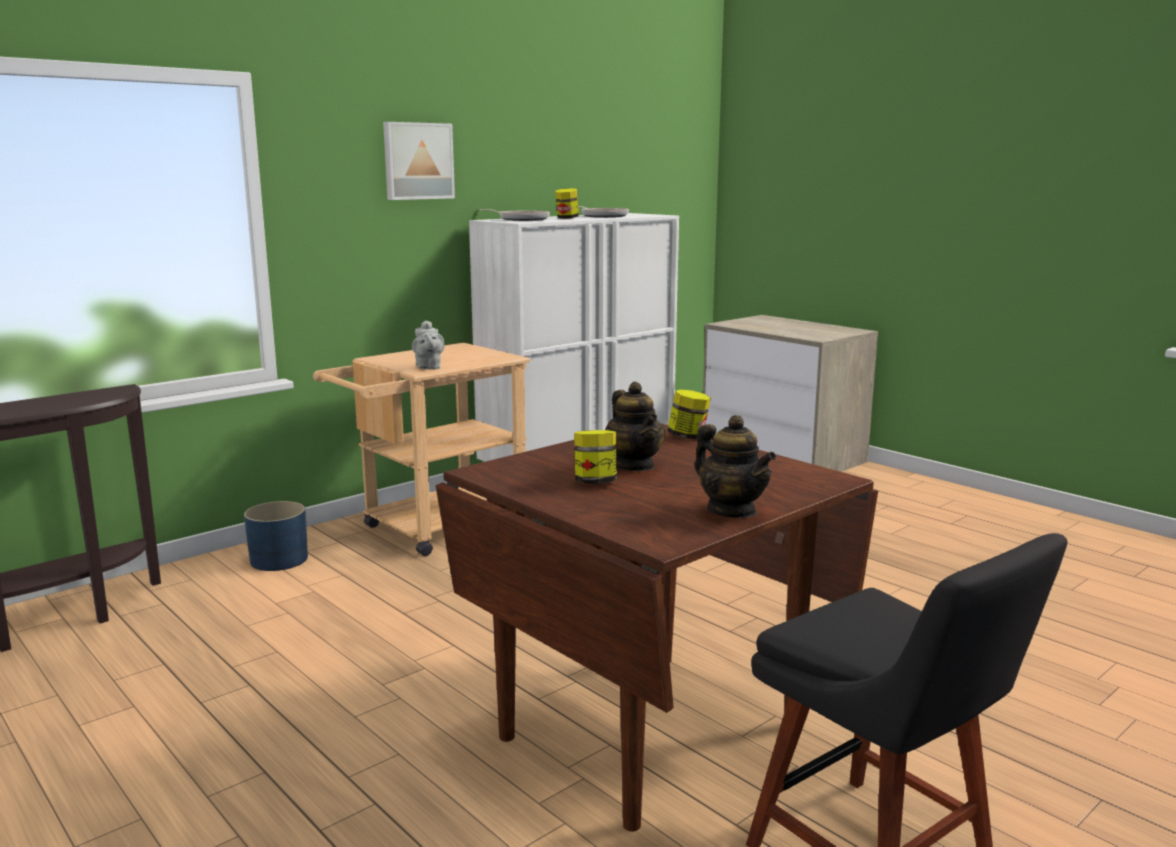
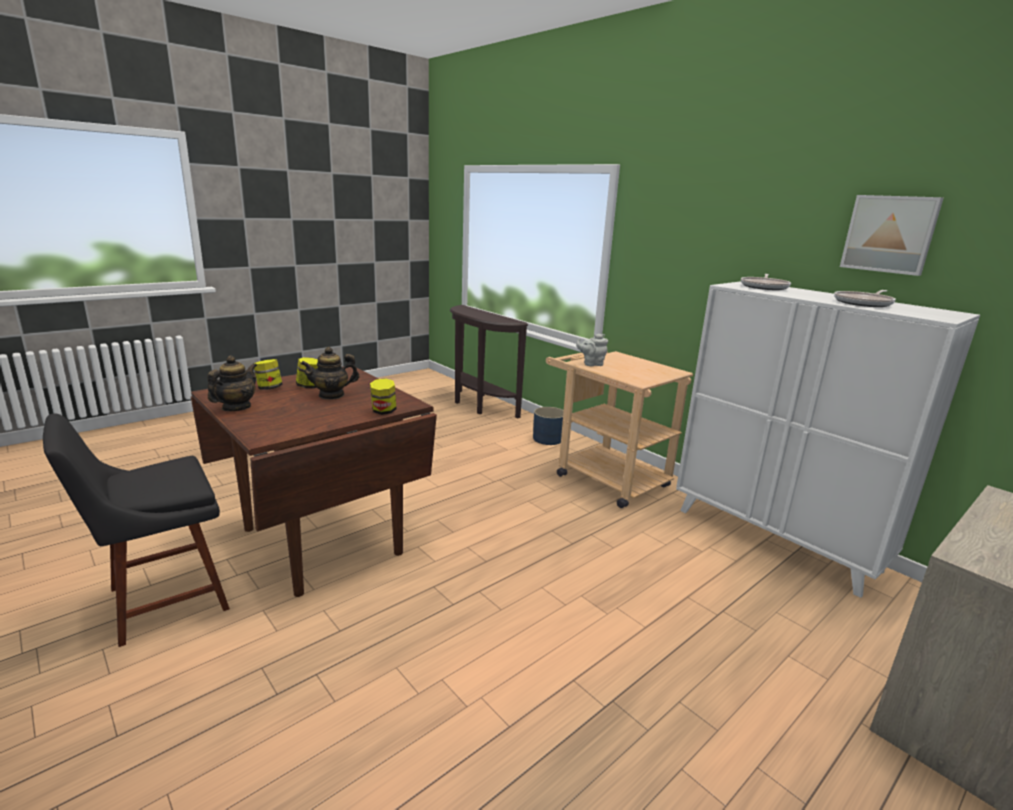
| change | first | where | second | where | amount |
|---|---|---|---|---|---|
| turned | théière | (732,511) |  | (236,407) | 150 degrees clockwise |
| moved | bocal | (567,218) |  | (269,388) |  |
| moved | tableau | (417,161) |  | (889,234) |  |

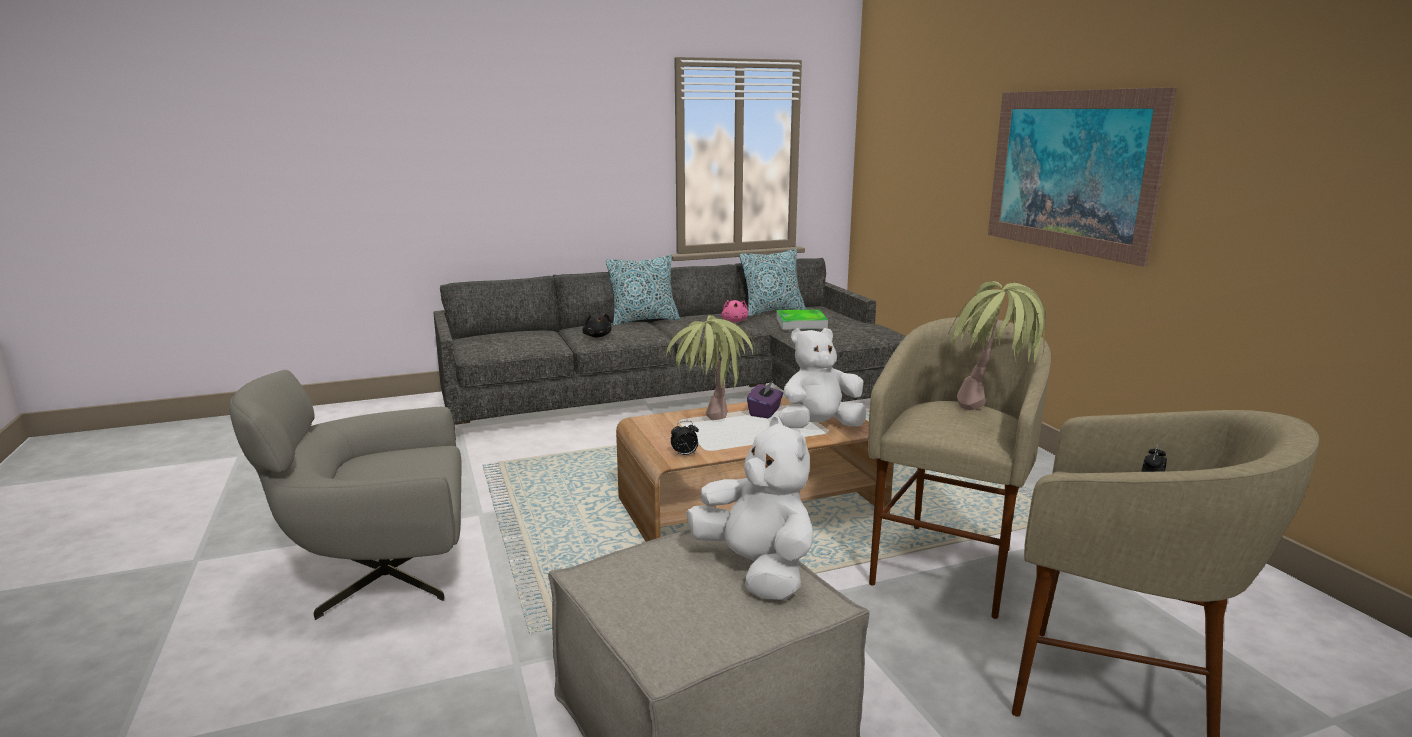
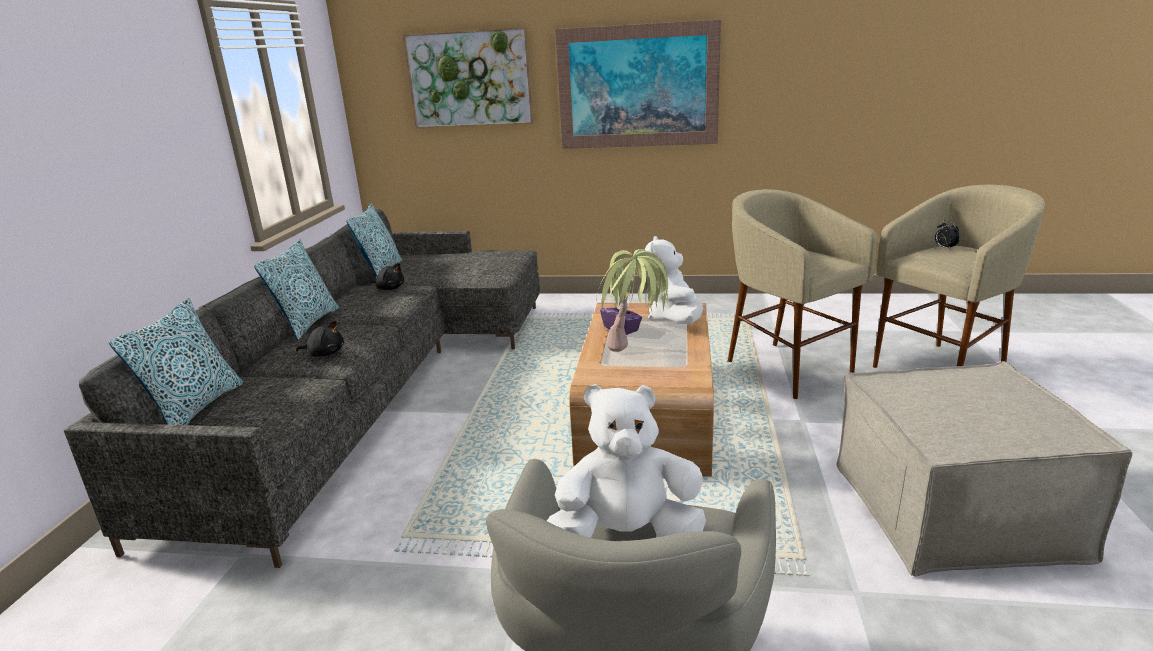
| change | first | where | second | where | amount |
|---|---|---|---|---|---|
| added |  |  | coussin | (196,408) |  |
| recoloured | peluche (rose) | (735,321) | peluche (noir) | (389,288) |  |
| added |  |  | tableau | (469,79) |  |
| moved | peluche (blanc) | (756,570) |  | (627,536) |  |
| removed | réveil | (685,455) |  |  |  |
| removed | plateau | (801,323) |  |  |  |
| removed | plante en pot | (989,418) |  |  |  |

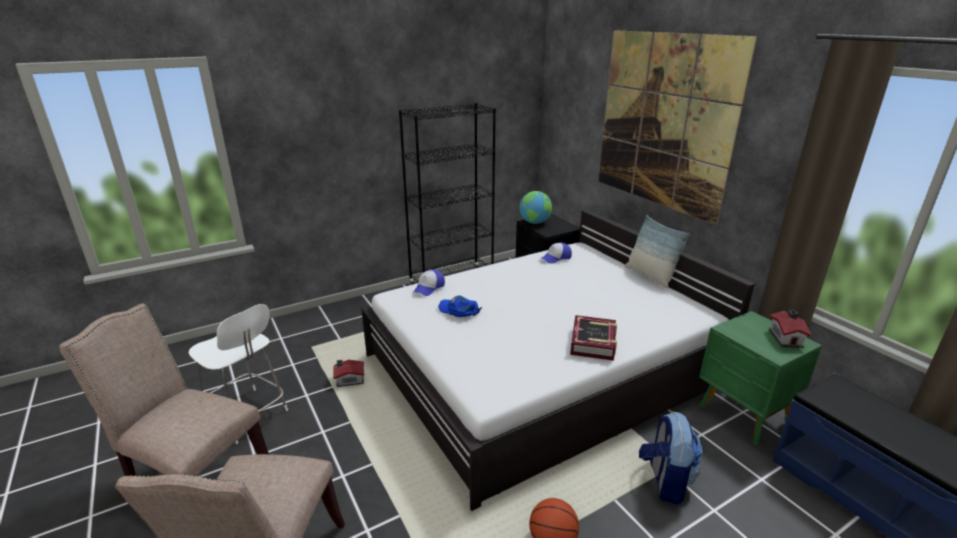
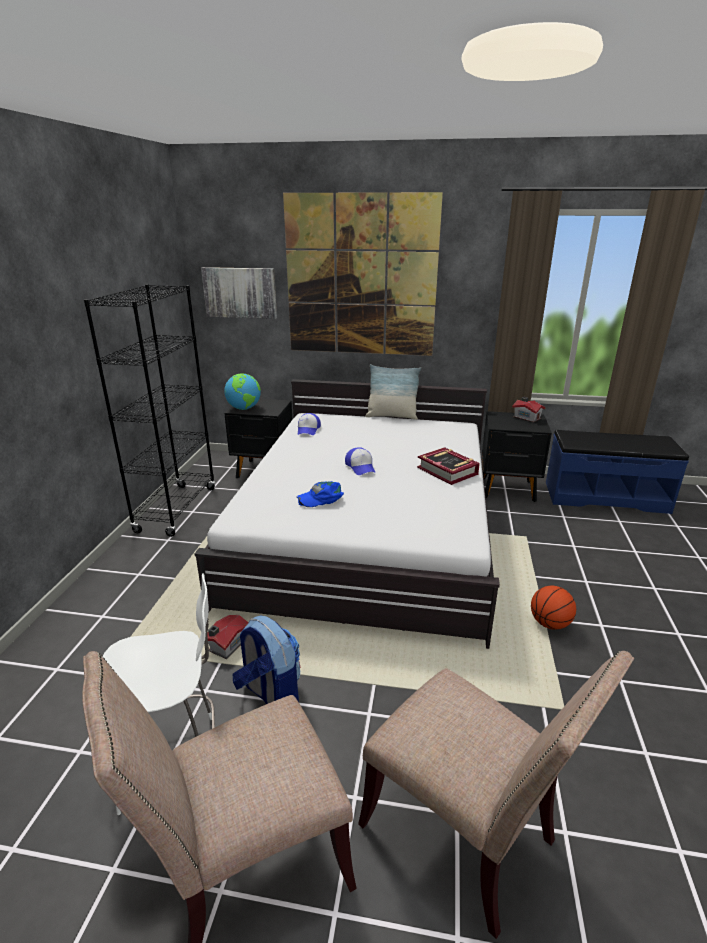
| change | first | where | second | where | amount |
|---|---|---|---|---|---|
| added |  |  | tableau | (240,292) |  |
| moved | sac à dos | (665,481) |  | (270,694) |  |
| moved | casquette | (429,287) |  | (360,467) |  |
| recoloured | table de chevet (vert) | (744,416) | table de chevet (noir) | (508,490) |  |

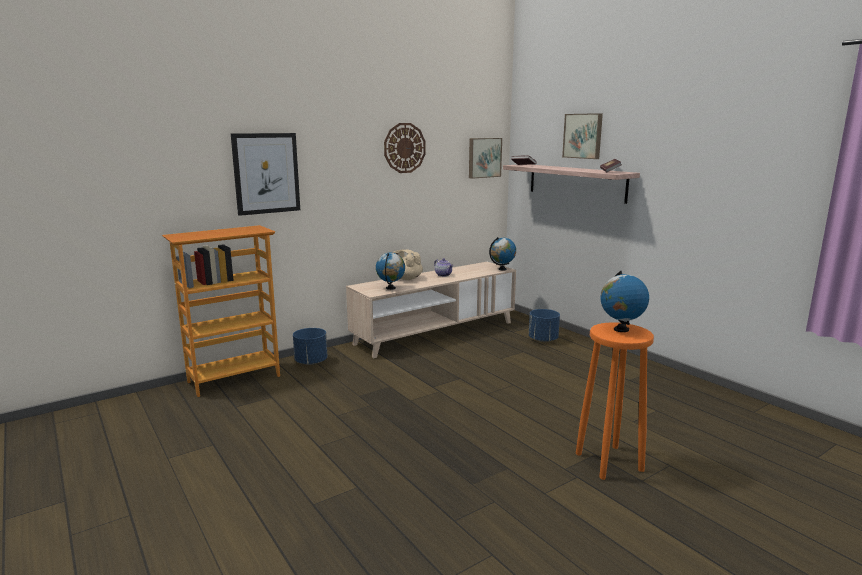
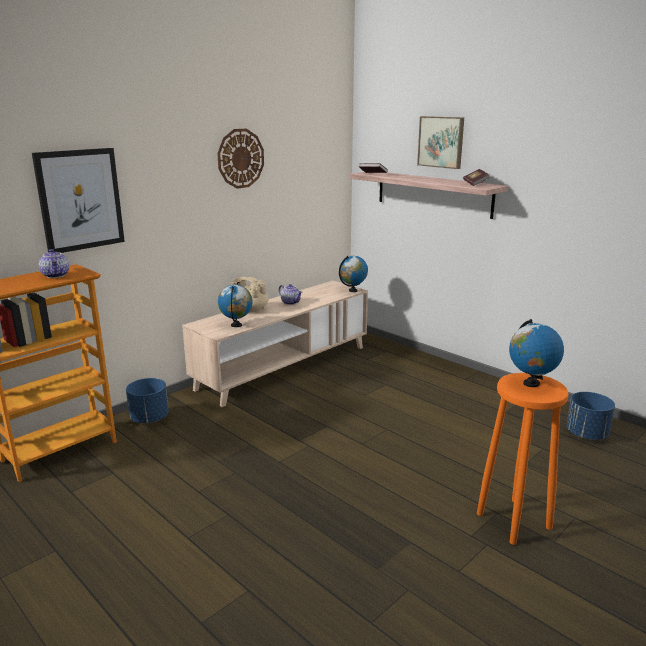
| change | first | where | second | where | amount |
|---|---|---|---|---|---|
| added |  |  | théière | (56,275) |  |
| moved | cache-pot (bleu) | (543,340) |  | (586,434) |  |
| removed | tableau | (484,157) |  |  |  |

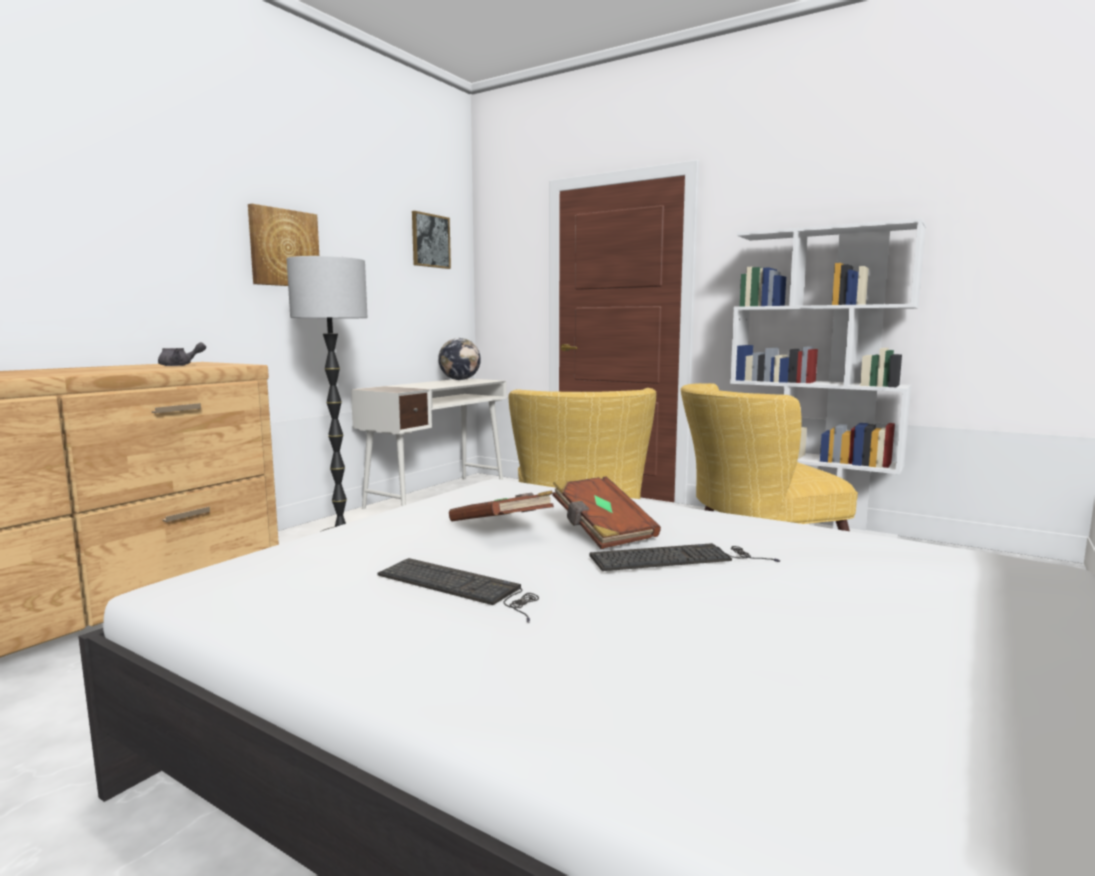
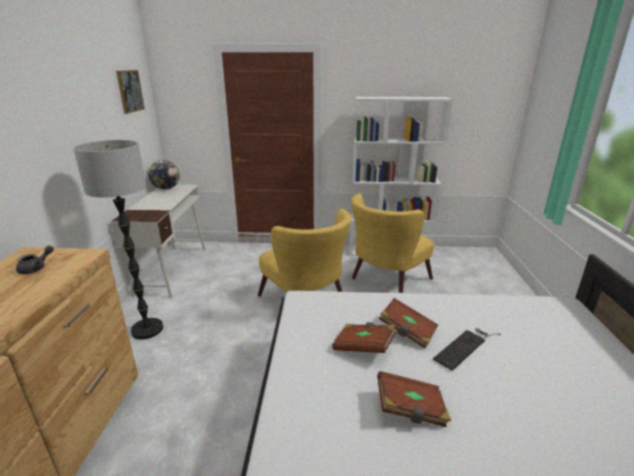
| change | first | where | second | where | amount |
|---|---|---|---|---|---|
| replaced | clavier | (460,587) | livre (marron) | (410,410) |  |
| removed | tableau | (284,248) |  |  |  |

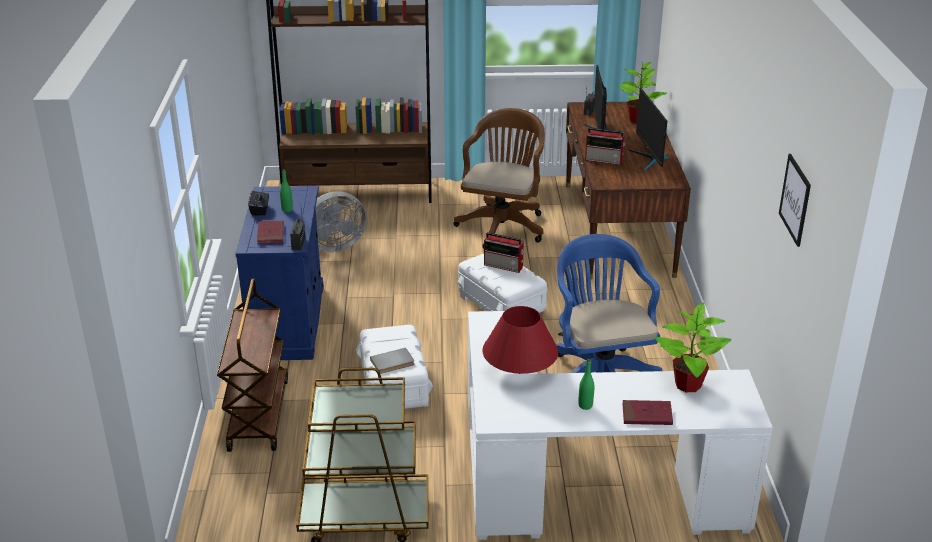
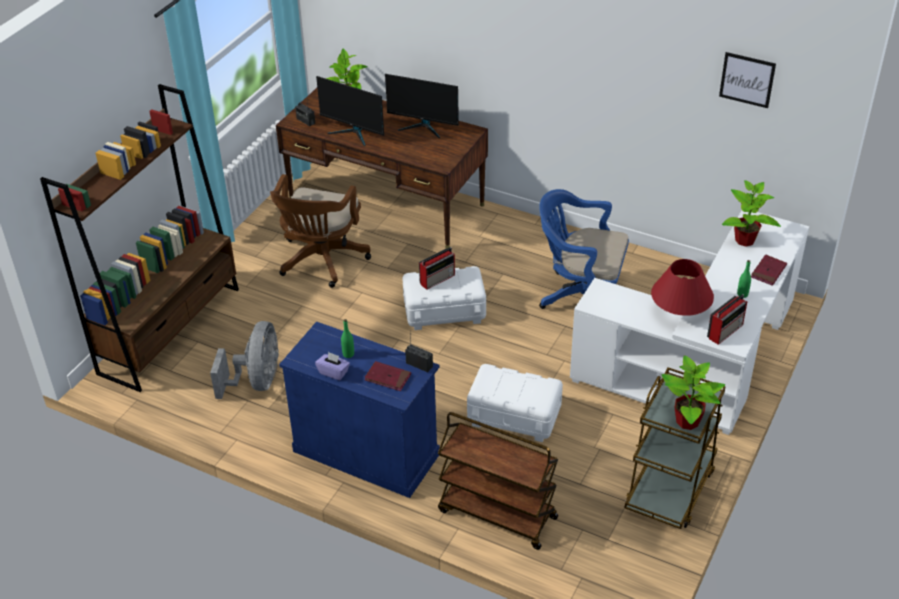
| change | first | where | second | where | amount |
|---|---|---|---|---|---|
| turned | chaise de bureau (marron) | (502,225) |  | (321,262) | 120 degrees counterclockwise |
| recoloured | boîte à mouchoirs (noir) | (260,210) | boîte à mouchoirs (violet) | (333,372) |  |
| added |  |  | plante en pot | (688,421) |  |
| moved | radio | (604,160) |  | (726,331) |  |
| removed | livre (gris) | (393,363) |  |  |  |

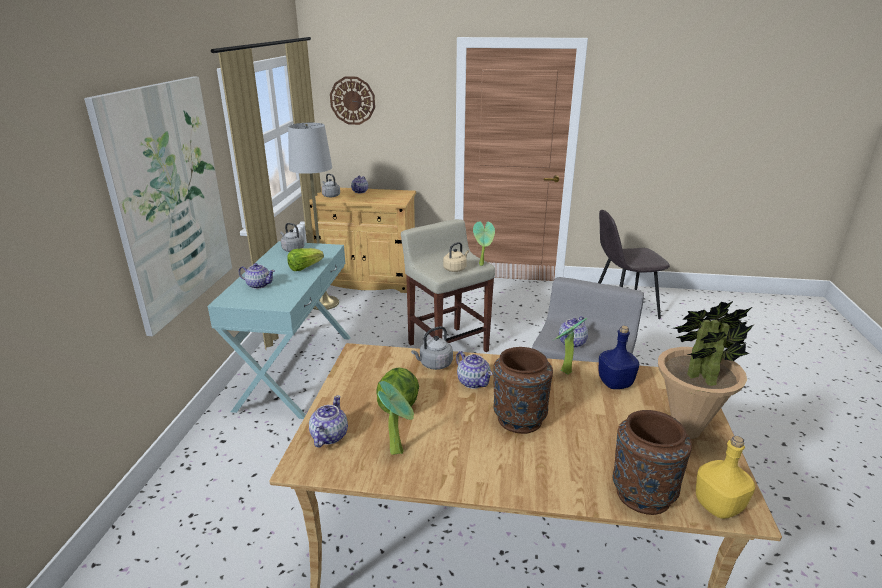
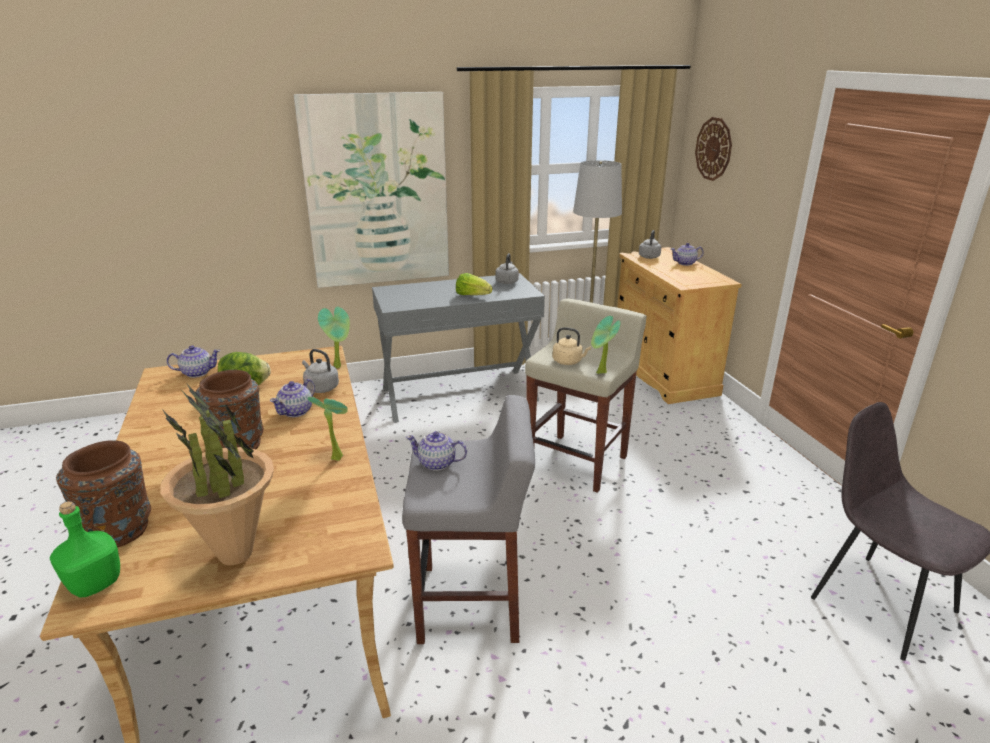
| change | first | where | second | where | amount |
|---|---|---|---|---|---|
| recoloured | bouteille (jaune) | (717,506) | bouteille (vert) | (94,583) |  |
| moved | plante en pot | (398,450) |  | (339,366) |  |
| recoloured | table console (turquoise) | (296,370) | table console (gris) | (459,394) |  |
| removed | théière | (258,285) |  |  |  |
| removed | bouteille (bleu) | (614,383) |  |  |  |

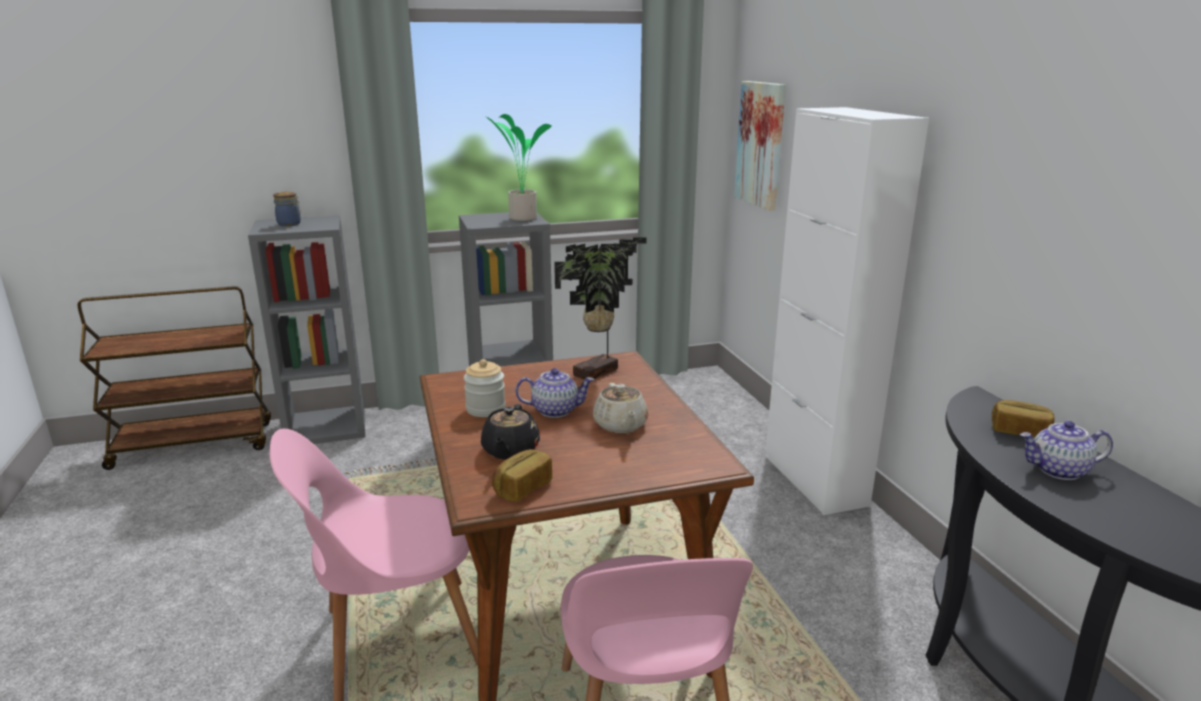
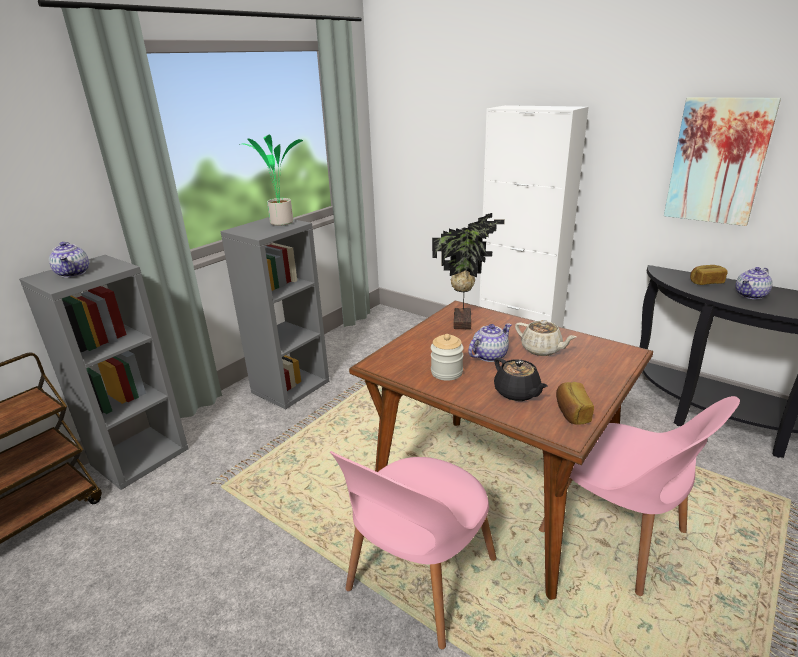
| change | first | where | second | where | amount |
|---|---|---|---|---|---|
| replaced | bocal | (290,224) | théière | (73,273) |  |
| moved | tableau | (761,144) |  | (717,161) |  |

